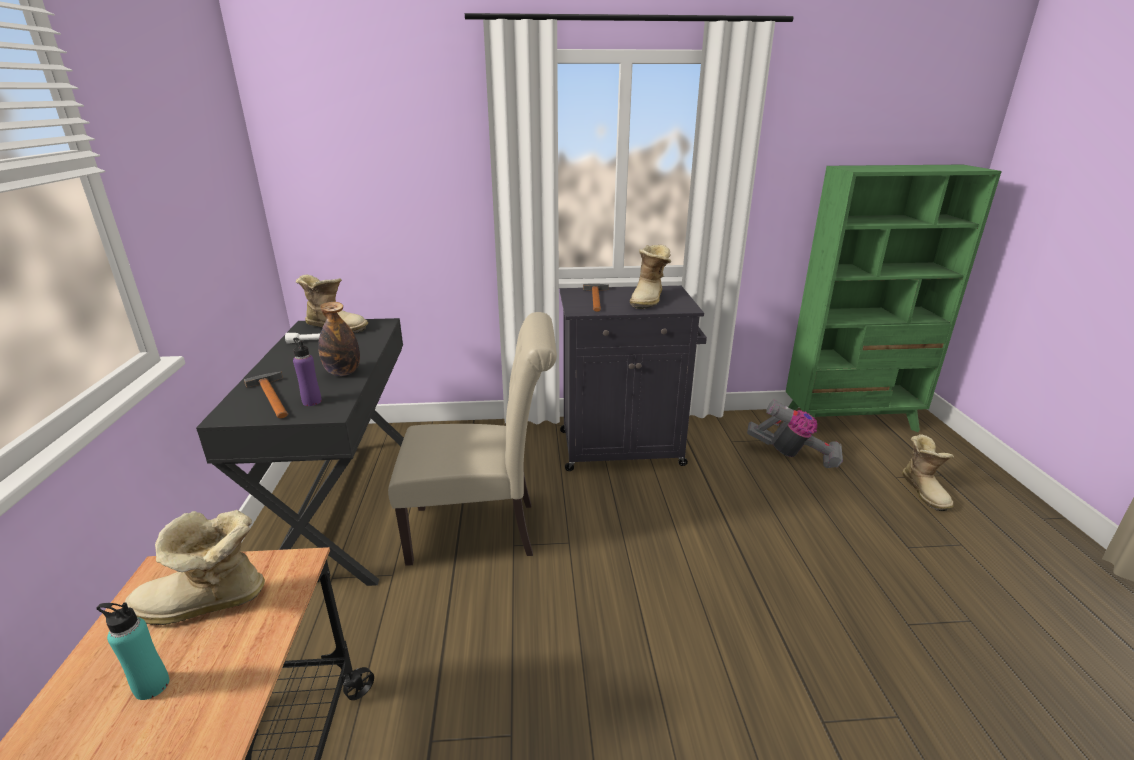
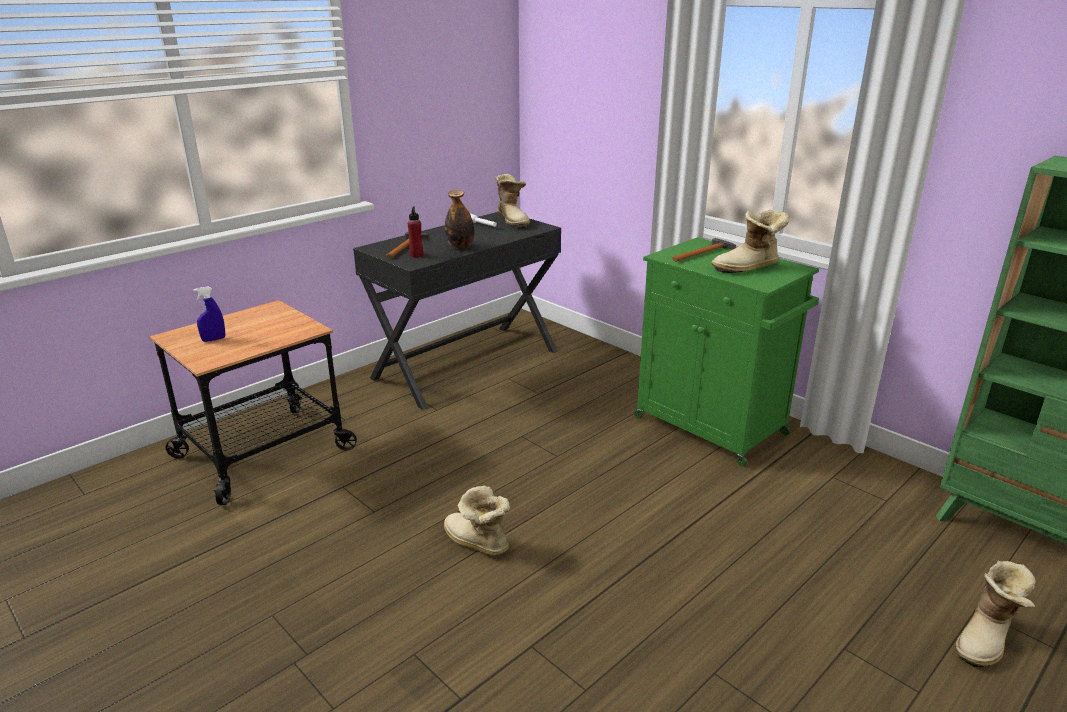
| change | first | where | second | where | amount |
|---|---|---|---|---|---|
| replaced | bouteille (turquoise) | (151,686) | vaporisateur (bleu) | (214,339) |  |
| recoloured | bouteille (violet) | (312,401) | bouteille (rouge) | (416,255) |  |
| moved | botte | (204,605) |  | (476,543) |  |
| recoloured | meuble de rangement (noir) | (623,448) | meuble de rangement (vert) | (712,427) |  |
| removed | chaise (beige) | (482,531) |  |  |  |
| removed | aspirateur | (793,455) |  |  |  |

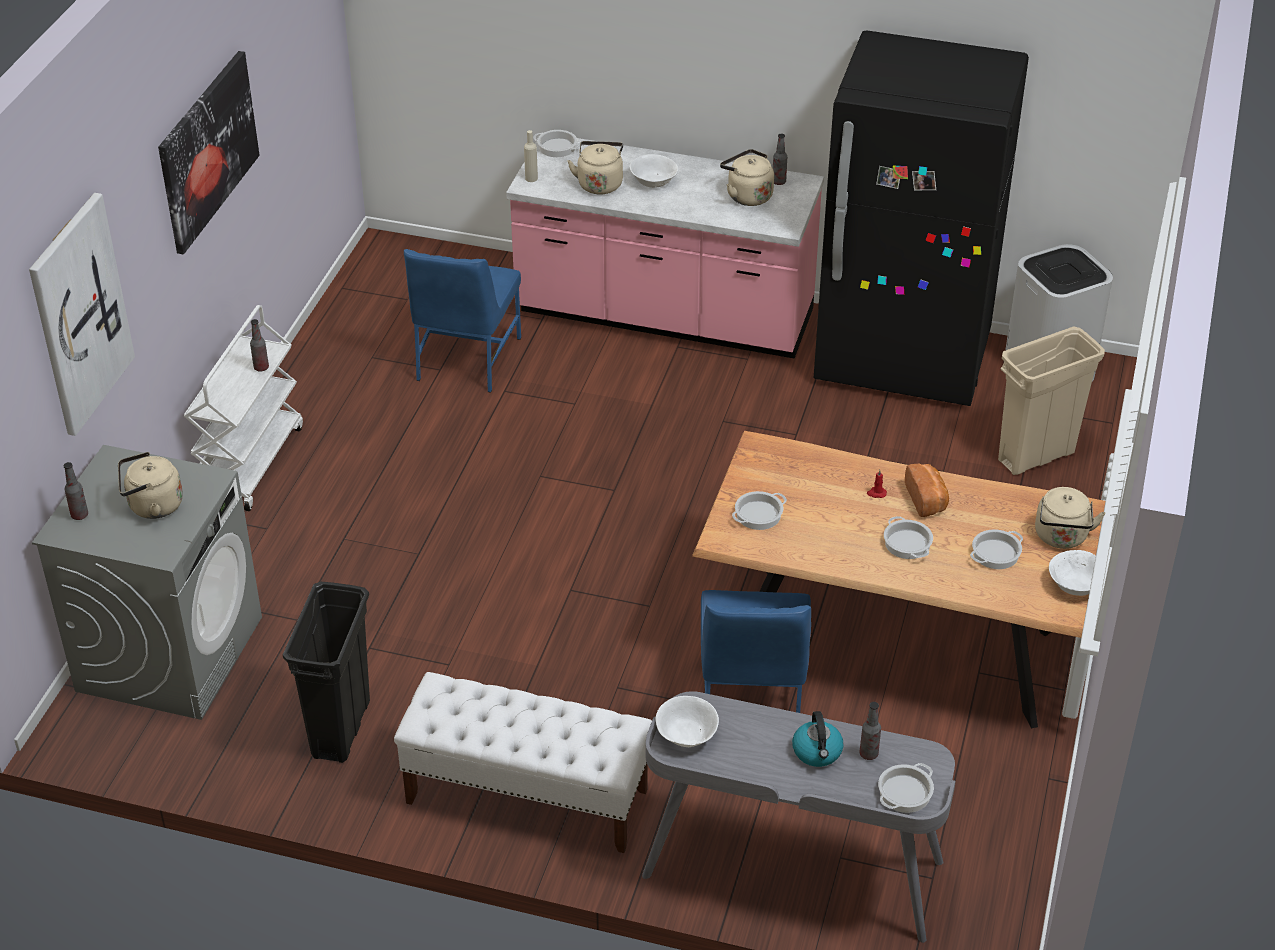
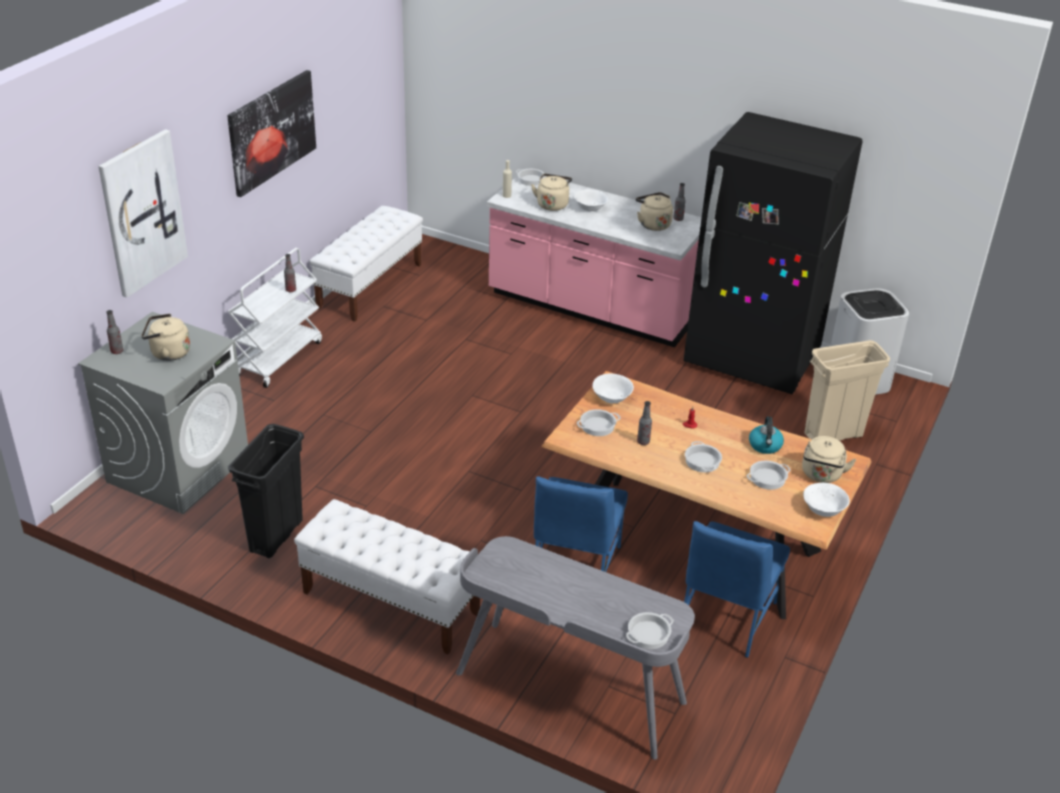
| change | first | where | second | where | amount |
|---|---|---|---|---|---|
| added |  |  | banc (blanc) | (370,286) |  |
| moved | bol (blanc) | (685,734) |  | (611,397) |  |
| moved | bouteille | (868,754) |  | (643,442) |  |
| moved | chaise (bleu) | (466,359) |  | (725,618) |  |
| moved | bouilloire | (817,752) |  | (765,446) |  |
| removed | pain | (927,500) |  |  |  |

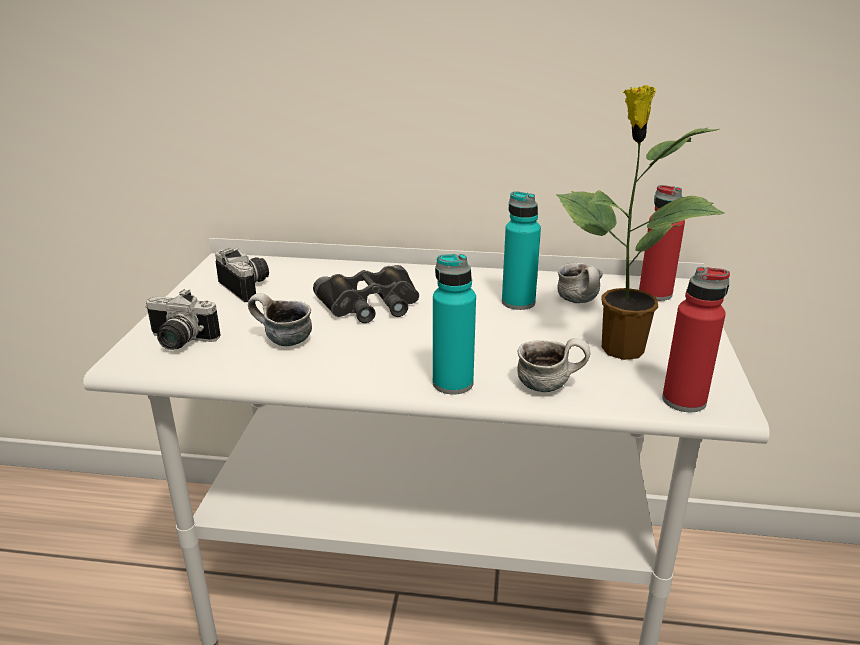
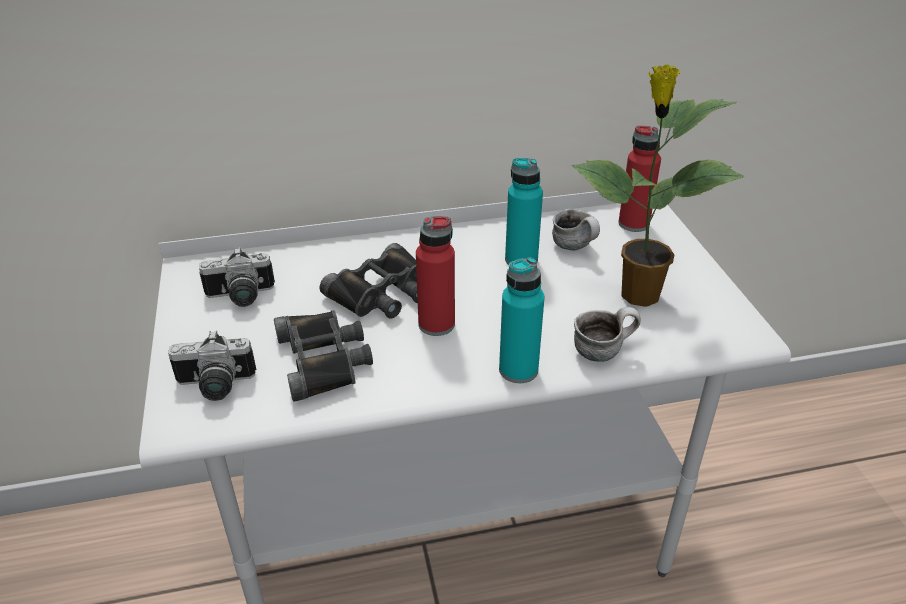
| change | first | where | second | where | amount |
|---|---|---|---|---|---|
| turned | appareil photo | (249,287) |  | (240,297) | 135 degrees clockwise |
| replaced | mug | (282,341) | jumelles (noir) | (324,359) |  |
| moved | bouteille (rouge) | (684,400) |  | (436,324) |  |

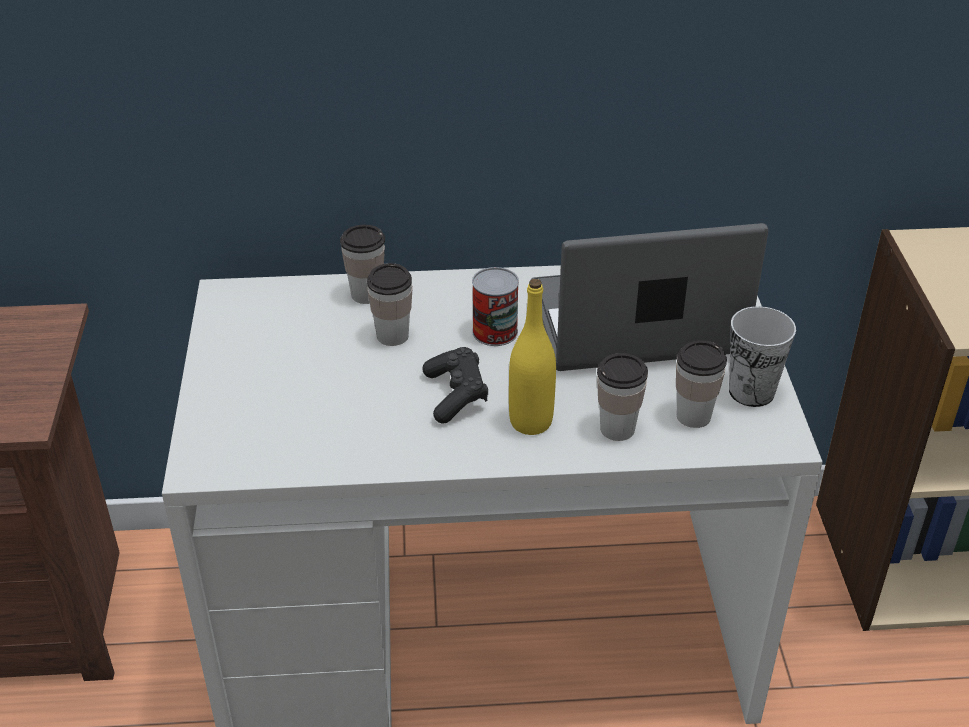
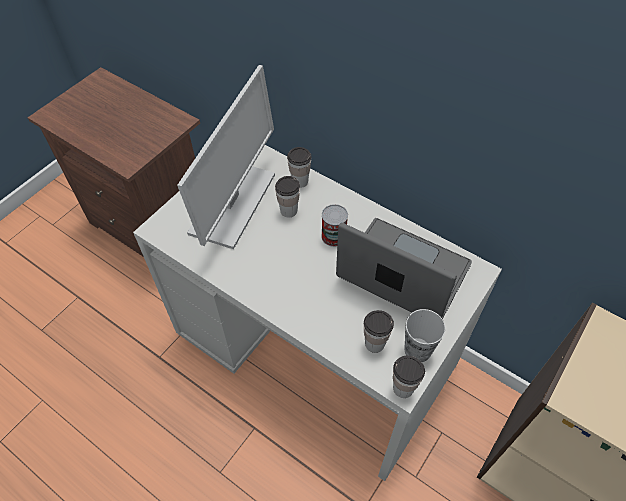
| change | first | where | second | where | amount |
|---|---|---|---|---|---|
| added |  |  | écran d'ordinateur | (233,205) |  |
| moved | tasse | (617,429) |  | (403,388) |  |
| removed | manette (noir) | (456,395) |  |  |  |
| removed | bouteille (jaune) | (530,422) |  |  |  |

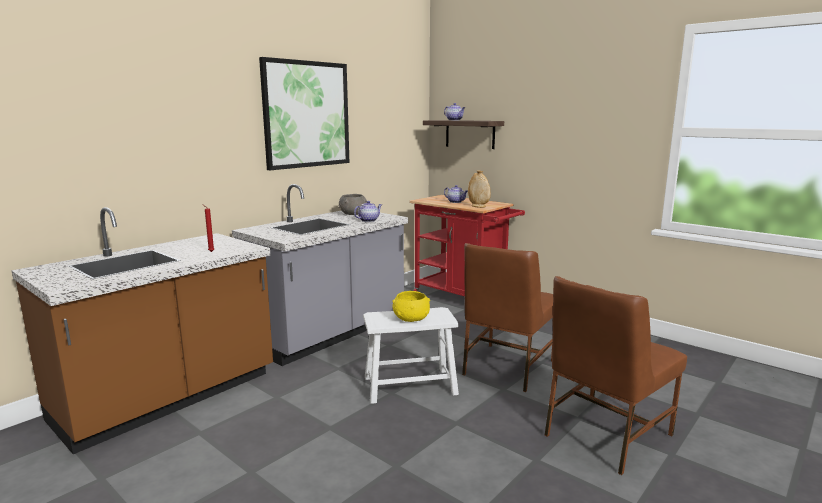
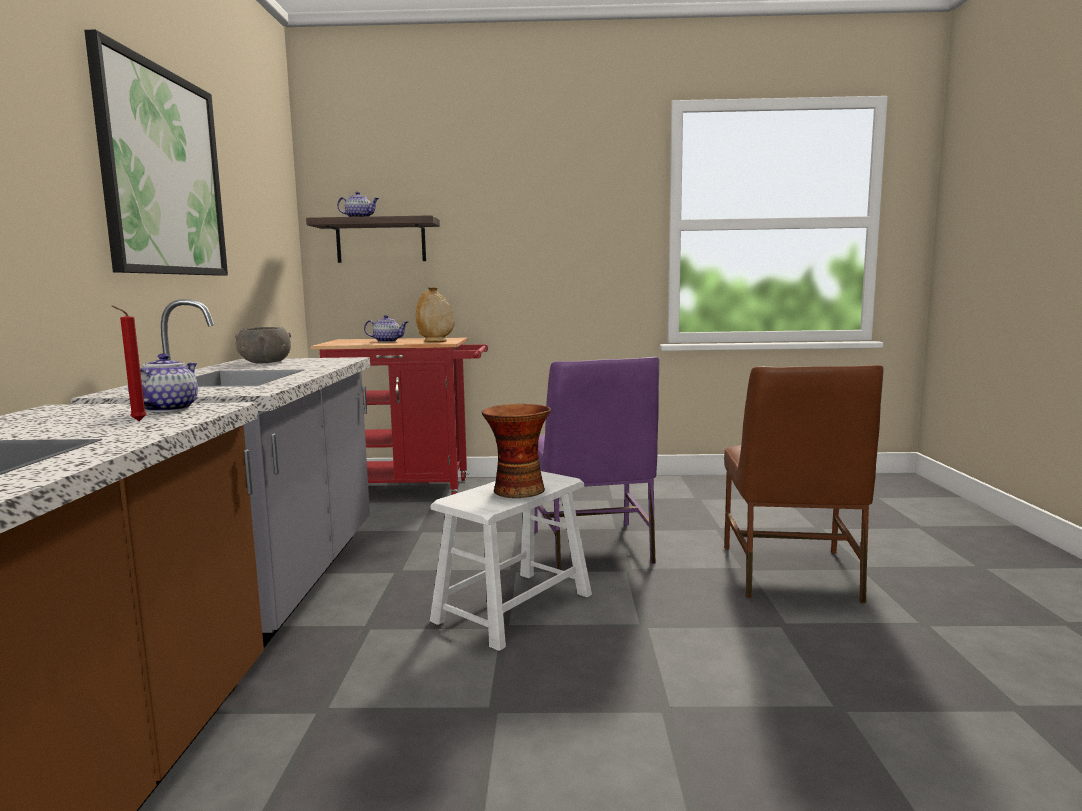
| change | first | where | second | where | amount |
|---|---|---|---|---|---|
| moved | théière | (368,220) |  | (168,409) |  |
| replaced | bol (jaune) | (411,319) | vase | (517,490) |  |
| recoloured | chaise (marron) | (506,367) | chaise (violet) | (592,546) |  |

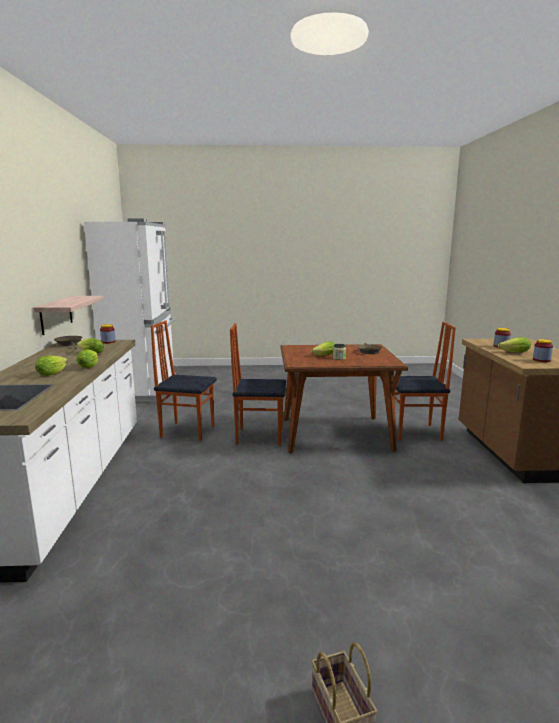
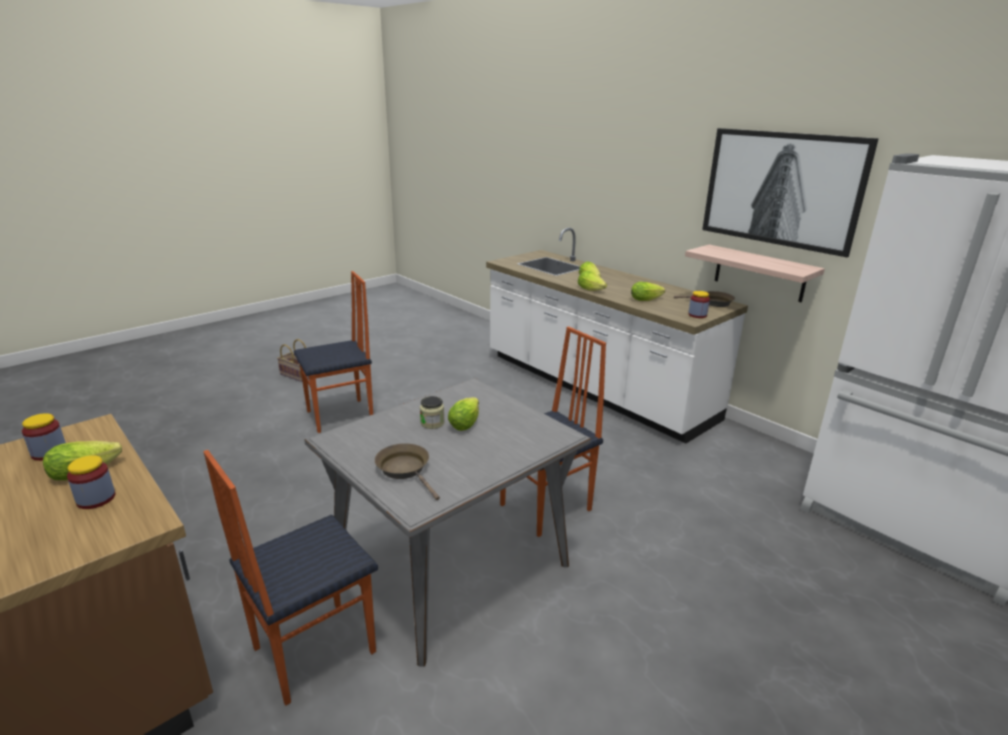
| change | first | where | second | where | amount |
|---|---|---|---|---|---|
| moved | chaise | (187,431) |  | (341,416) |  |
| recoloured | table à manger (marron) | (335,434) | table à manger (gris) | (452,566) |  |
| added |  |  | tableau | (781,189) |  |

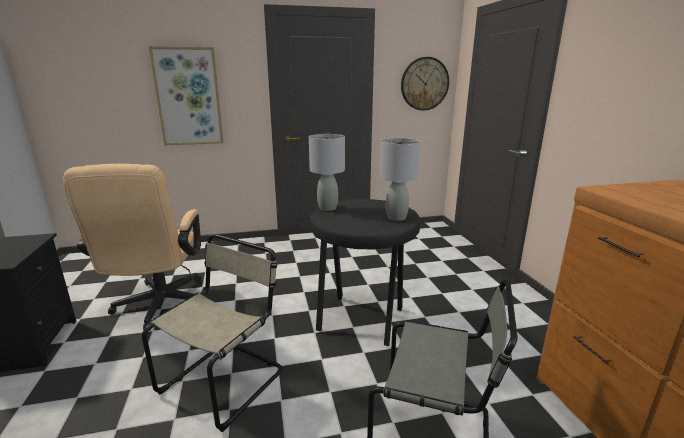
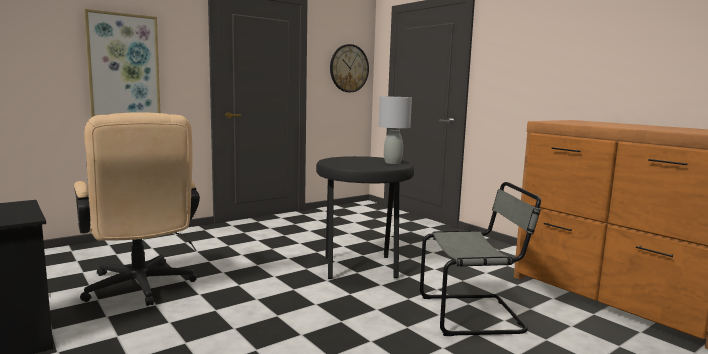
| change | first | where | second | where | amount |
|---|---|---|---|---|---|
| removed | chaise (beige) | (226,379) |  |  |  |
| removed | lampe de table (gris) | (327,208) |  |  |  |

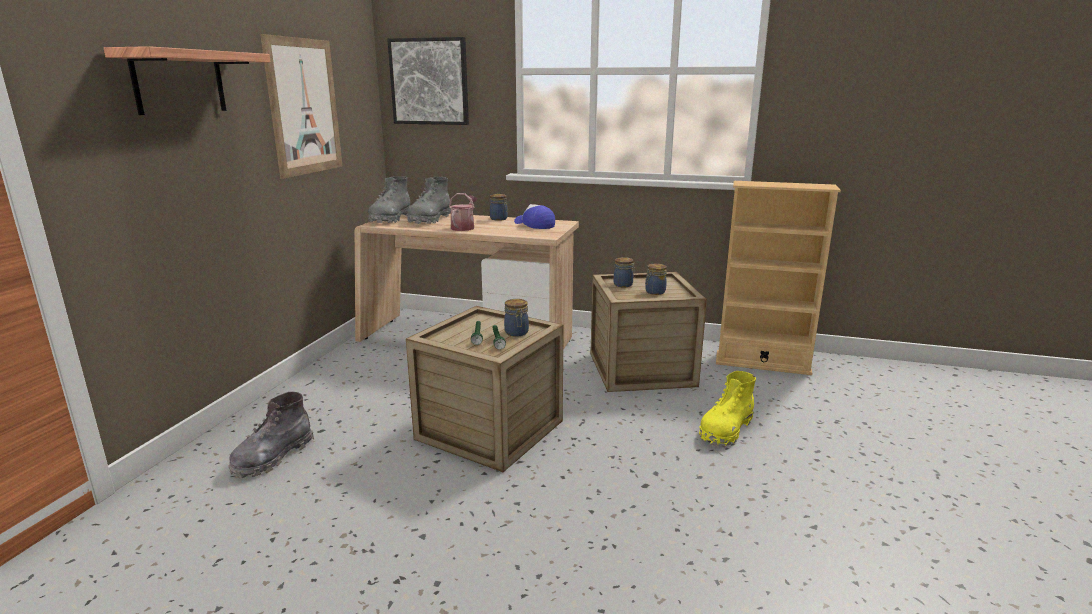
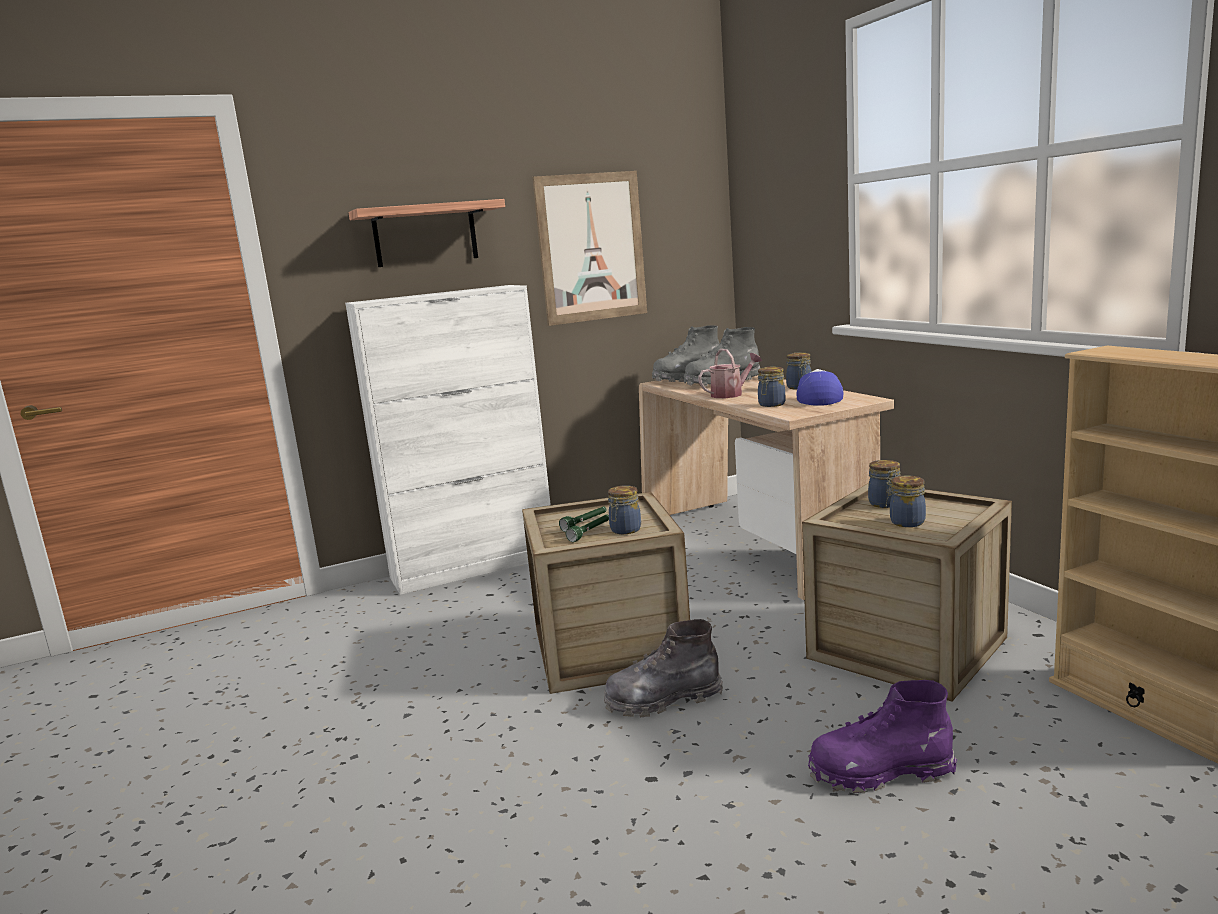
| change | first | where | second | where | amount |
|---|---|---|---|---|---|
| added |  |  | meuble de rangement (blanc) | (475,567) |  |
| moved | botte (gris) | (273,457) |  | (663,699) |  |
| added |  |  | bocal | (771,404) |  |
| recoloured | botte (jaune) | (725,430) | botte (violet) | (879,772) |  |
| removed | tableau | (429,81) |  |  |  |

